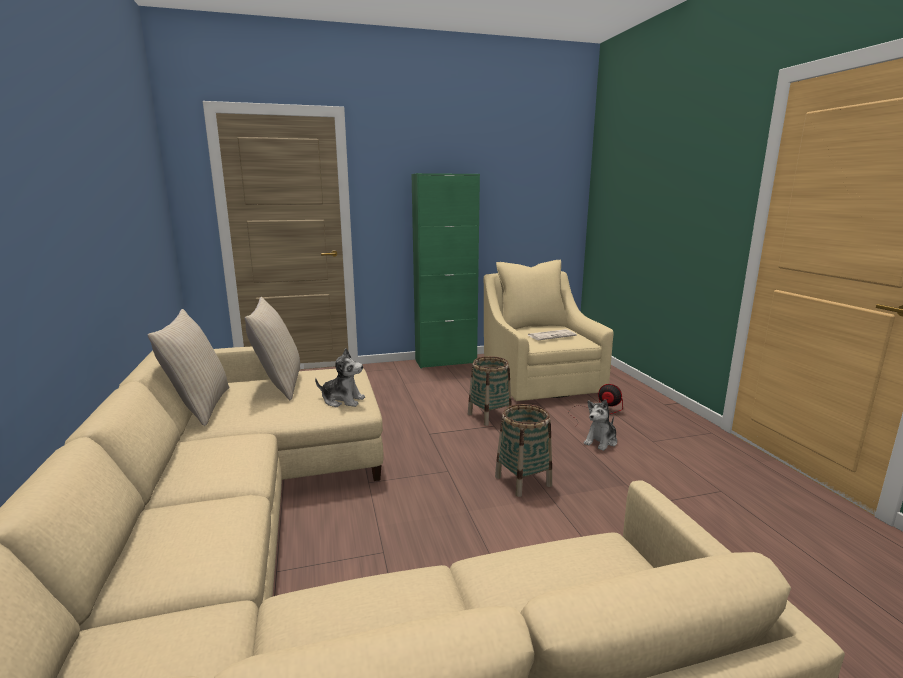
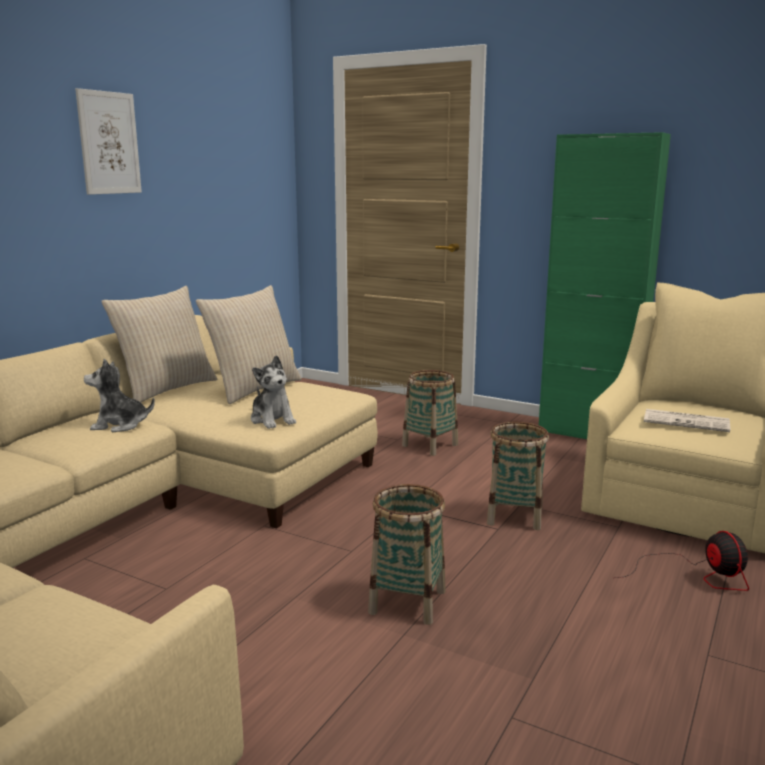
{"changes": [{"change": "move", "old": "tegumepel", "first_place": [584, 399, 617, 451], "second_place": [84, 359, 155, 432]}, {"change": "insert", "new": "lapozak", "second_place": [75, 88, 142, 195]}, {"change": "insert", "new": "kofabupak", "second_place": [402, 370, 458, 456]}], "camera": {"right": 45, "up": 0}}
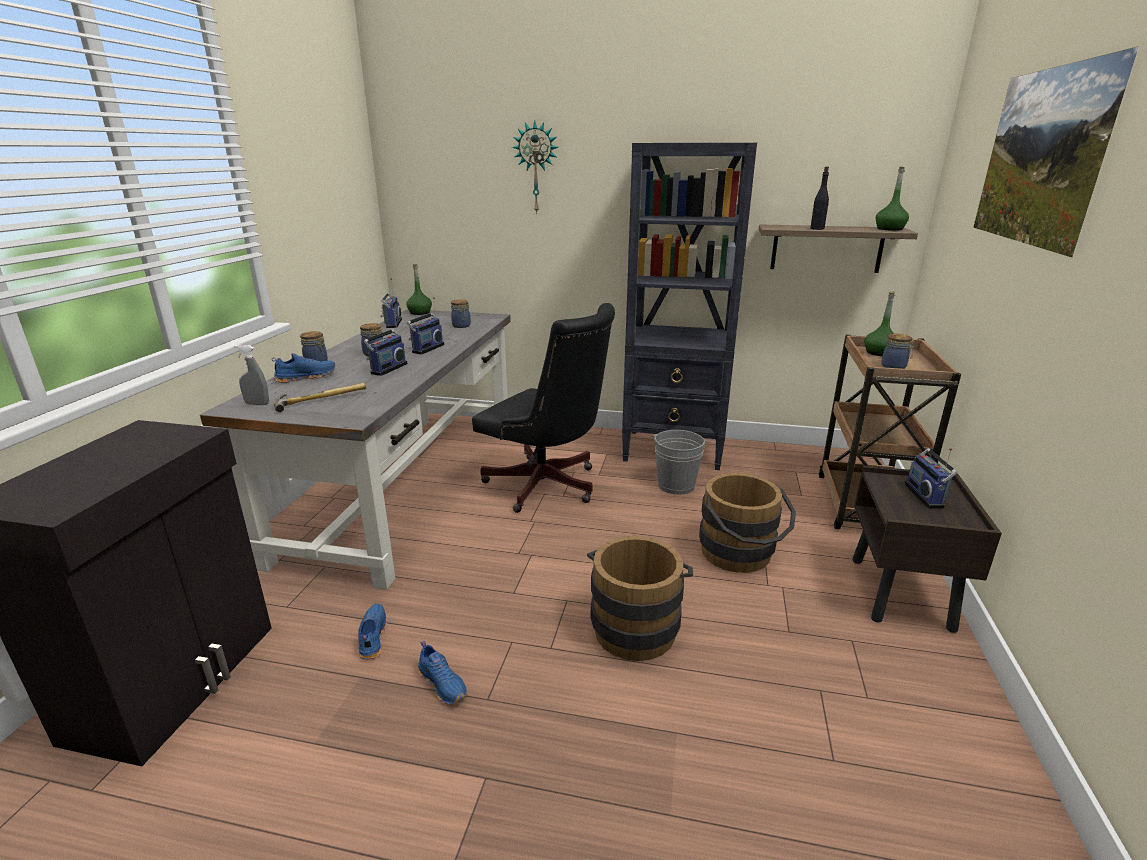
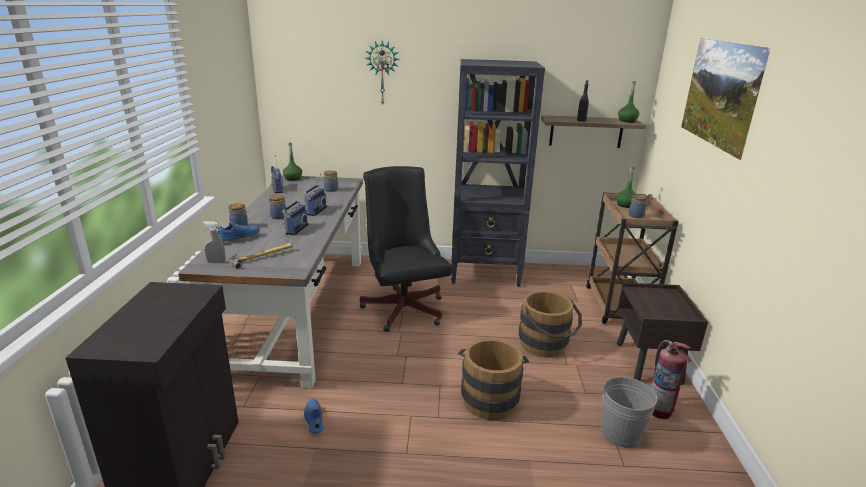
{"changes": [{"change": "rotate", "old": "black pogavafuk", "first_place": [472, 303, 615, 513], "second_place": [360, 166, 452, 332], "degrees": -135}, {"change": "move", "old": "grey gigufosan", "first_place": [651, 430, 709, 495], "second_place": [601, 377, 661, 448]}, {"change": "delete", "old": "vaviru", "first_place": [905, 448, 957, 508]}, {"change": "delete", "old": "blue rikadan", "first_place": [418, 641, 467, 705]}, {"change": "insert", "new": "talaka", "second_place": [652, 340, 691, 419]}], "camera": {"right": -10, "up": 0}}
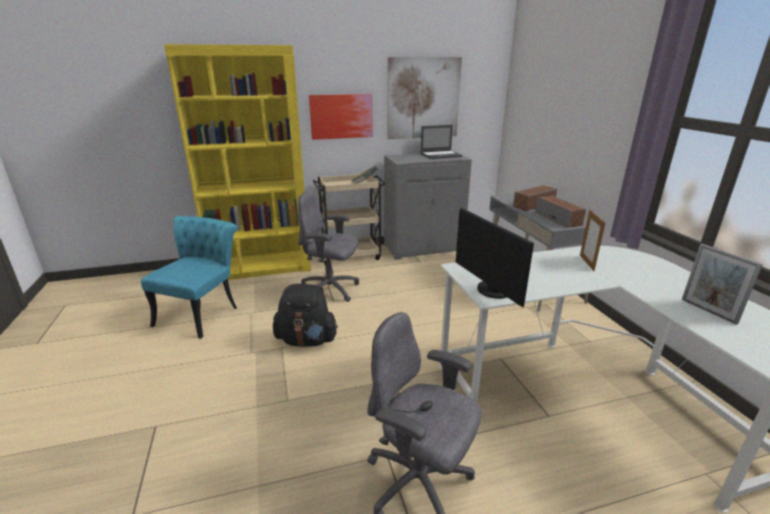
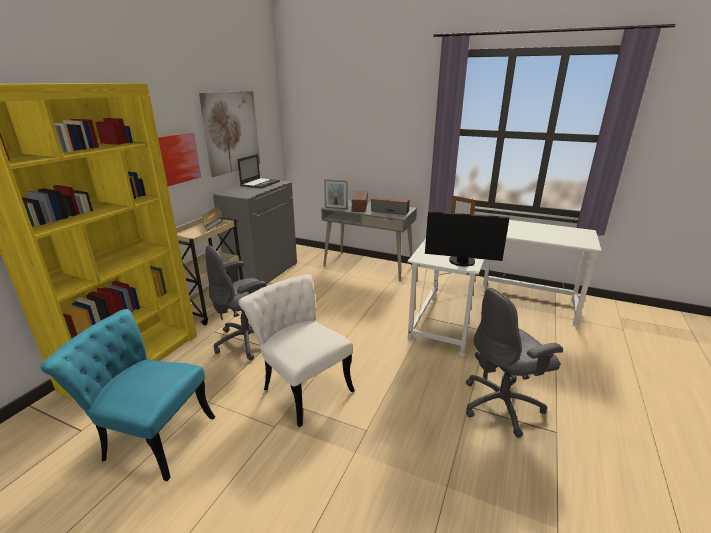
{"changes": [{"change": "rotate", "old": "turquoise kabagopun", "first_place": [141, 216, 238, 339], "second_place": [40, 309, 215, 481], "degrees": -45}, {"change": "move", "old": "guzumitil", "first_place": [682, 244, 763, 325], "second_place": [324, 179, 348, 209]}, {"change": "replace", "old": "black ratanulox", "new": "white kabagopun", "first_place": [273, 284, 338, 347], "second_place": [238, 274, 355, 427]}], "camera": {"right": -50, "up": 0}}
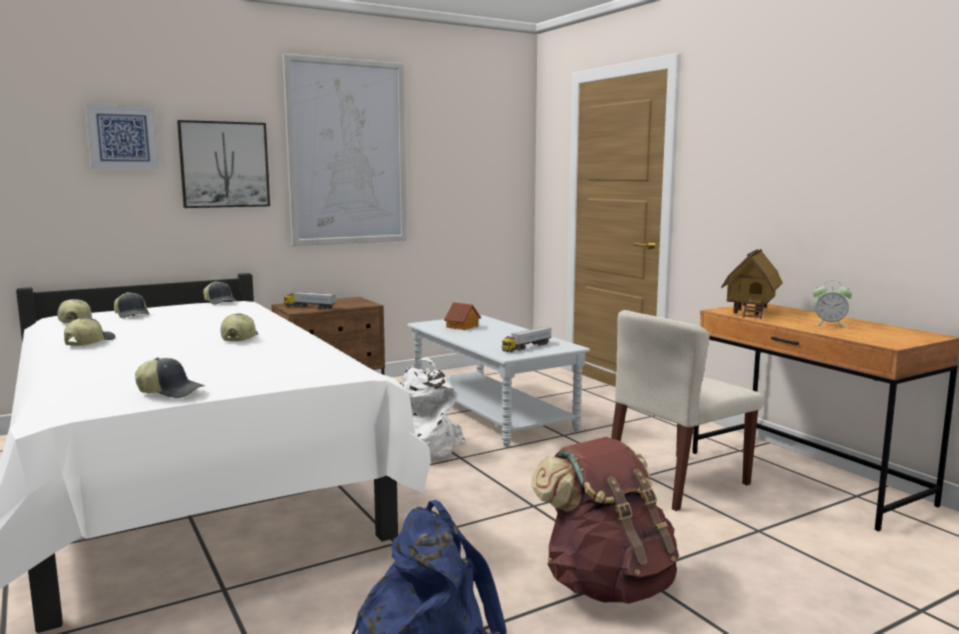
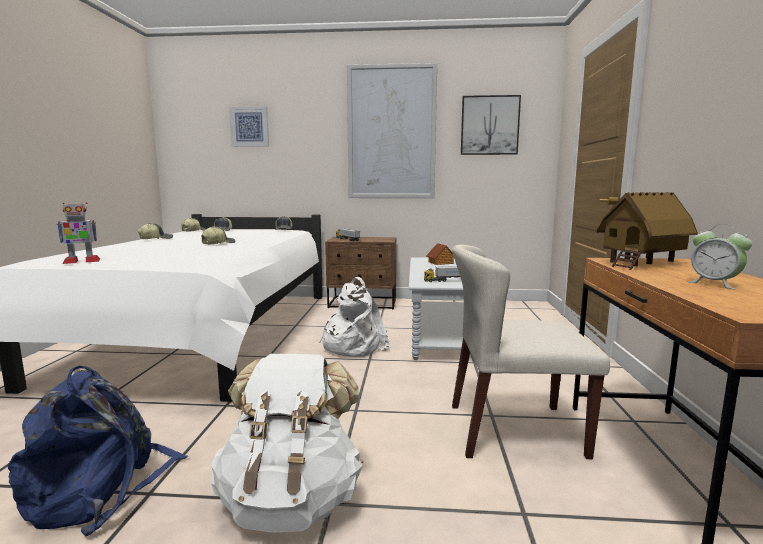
{"changes": [{"change": "move", "old": "lapozak", "first_place": [177, 120, 270, 208], "second_place": [461, 95, 521, 155]}, {"change": "replace", "old": "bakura", "new": "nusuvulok", "first_place": [135, 358, 205, 398], "second_place": [57, 202, 100, 264]}, {"change": "recolor", "old": "brown ratanulox", "new": "white ratanulox", "first_place": [532, 437, 679, 604], "second_place": [211, 354, 363, 533]}], "camera": {"right": 35, "up": 0}}
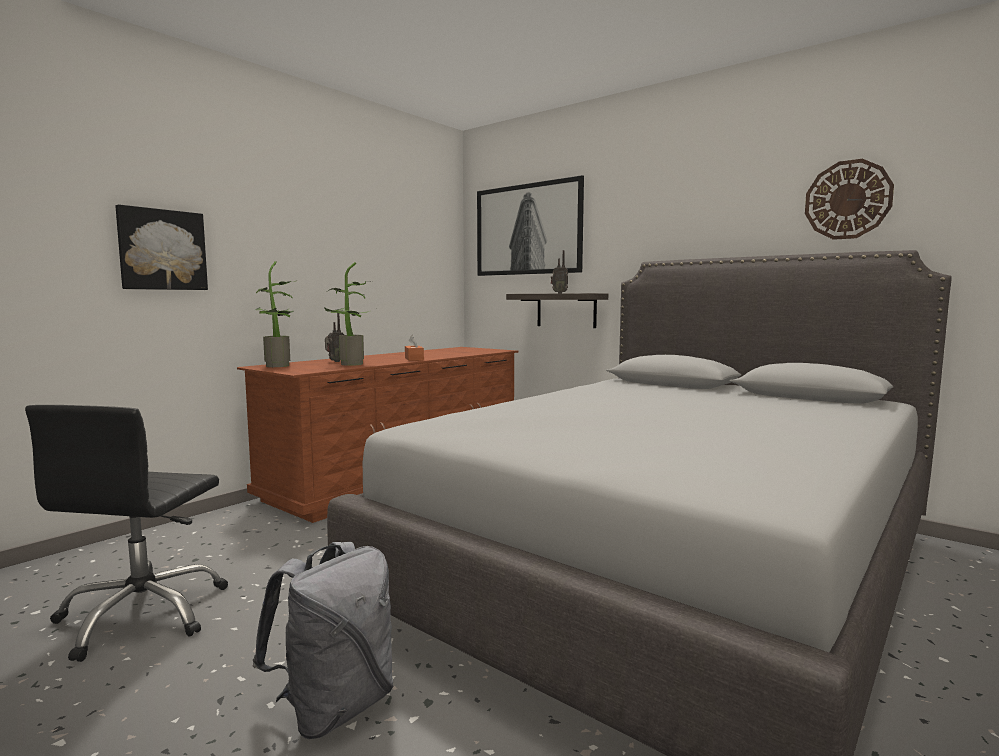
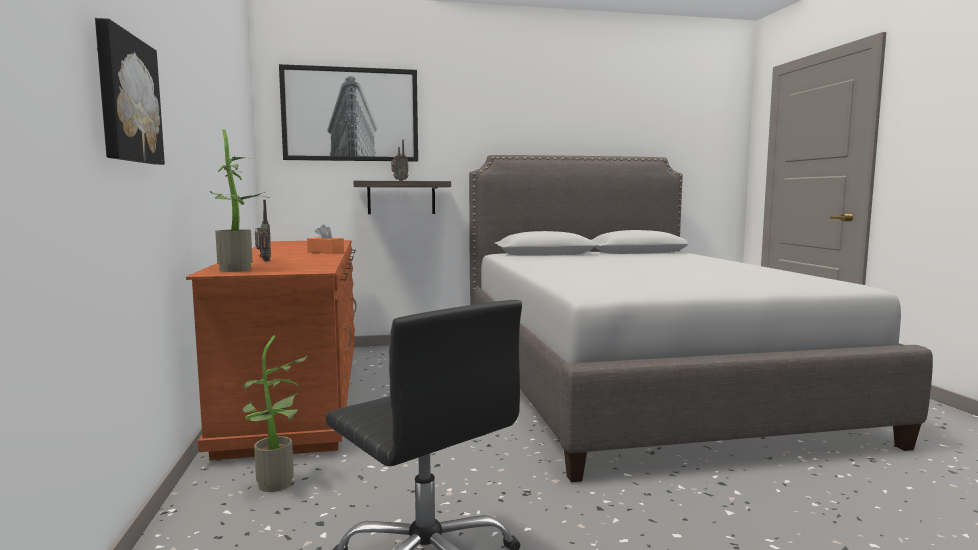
{"changes": [{"change": "delete", "old": "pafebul", "first_place": [805, 159, 894, 240]}, {"change": "move", "old": "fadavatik", "first_place": [325, 262, 371, 366], "second_place": [242, 335, 307, 492]}, {"change": "delete", "old": "grey ratanulox", "first_place": [253, 542, 394, 739]}], "camera": {"right": -50, "up": 0}}
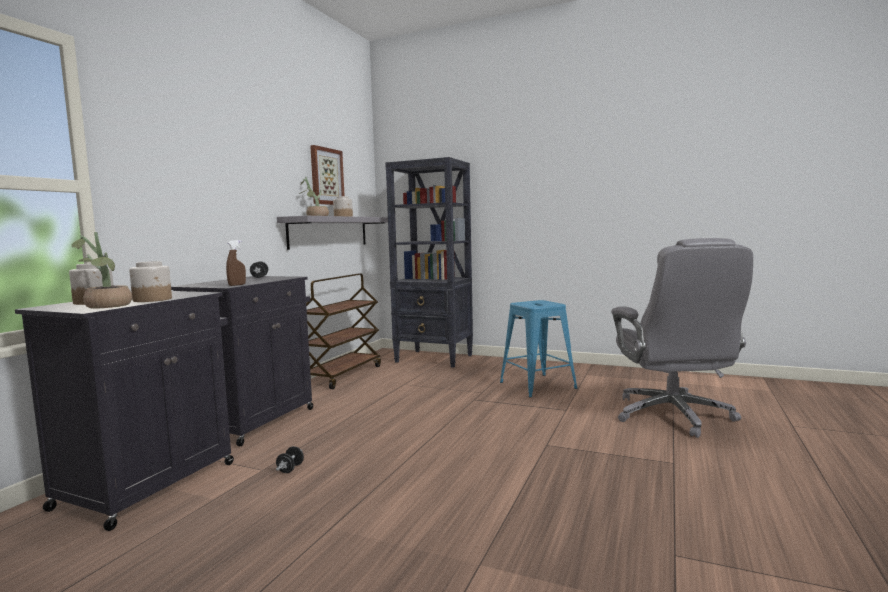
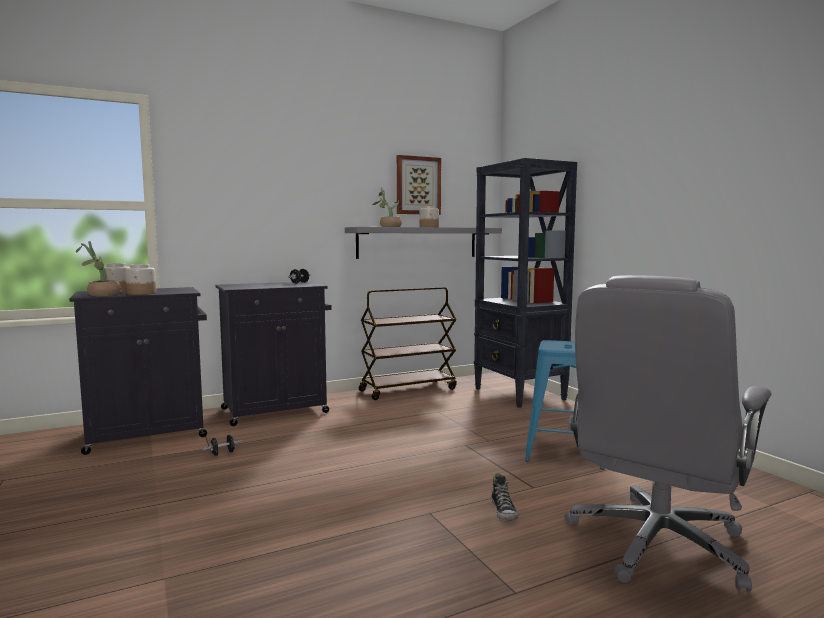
{"changes": [{"change": "delete", "old": "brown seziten", "first_place": [226, 240, 246, 286]}, {"change": "insert", "new": "rikadan", "second_place": [491, 473, 518, 521]}], "camera": {"right": 40, "up": 0}}
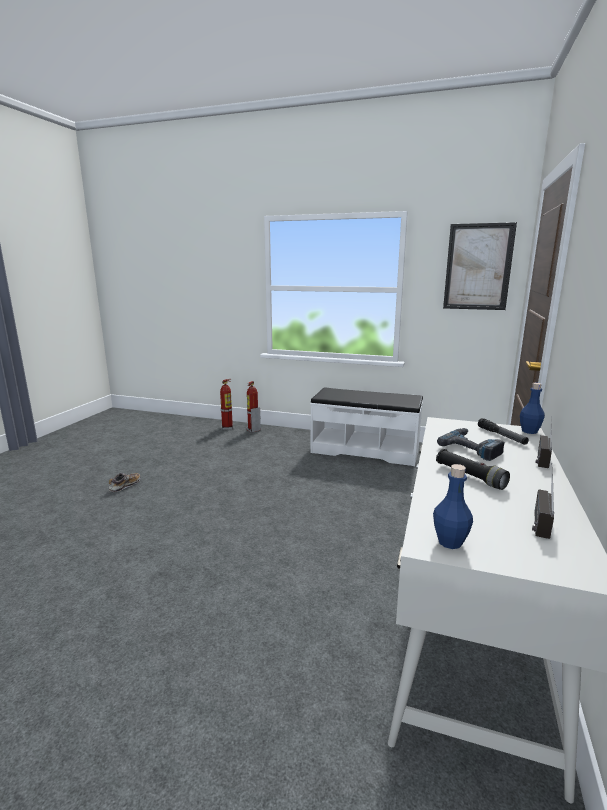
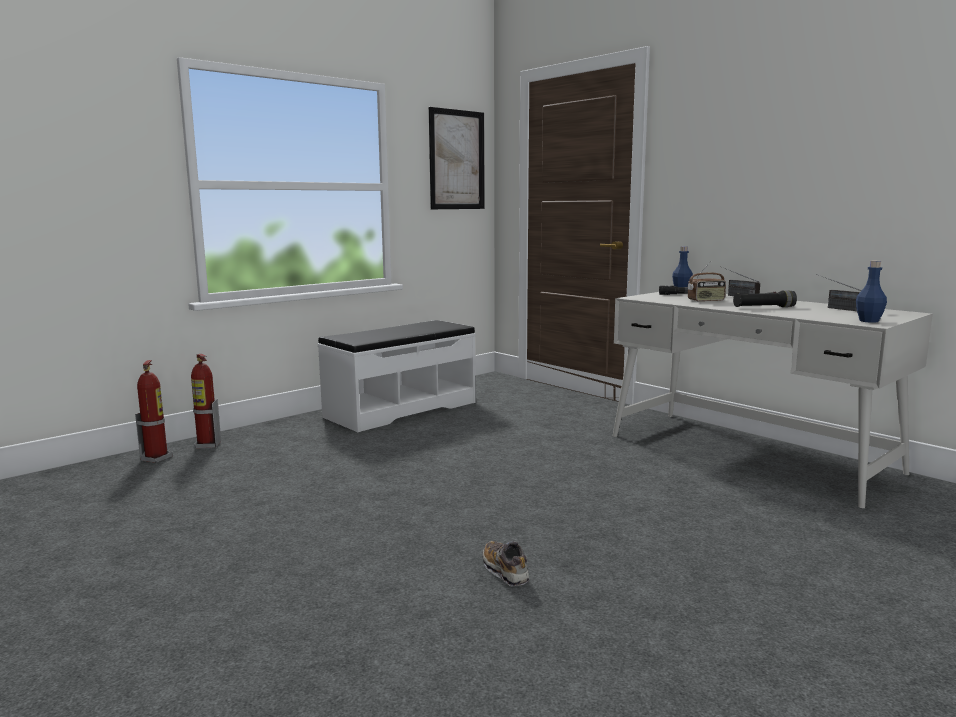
{"changes": [{"change": "replace", "old": "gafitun", "new": "vaviru", "first_place": [437, 428, 505, 461], "second_place": [688, 261, 726, 302]}, {"change": "move", "old": "rikadan", "first_place": [109, 473, 141, 492], "second_place": [482, 541, 529, 587]}], "camera": {"right": -60, "up": -5}}
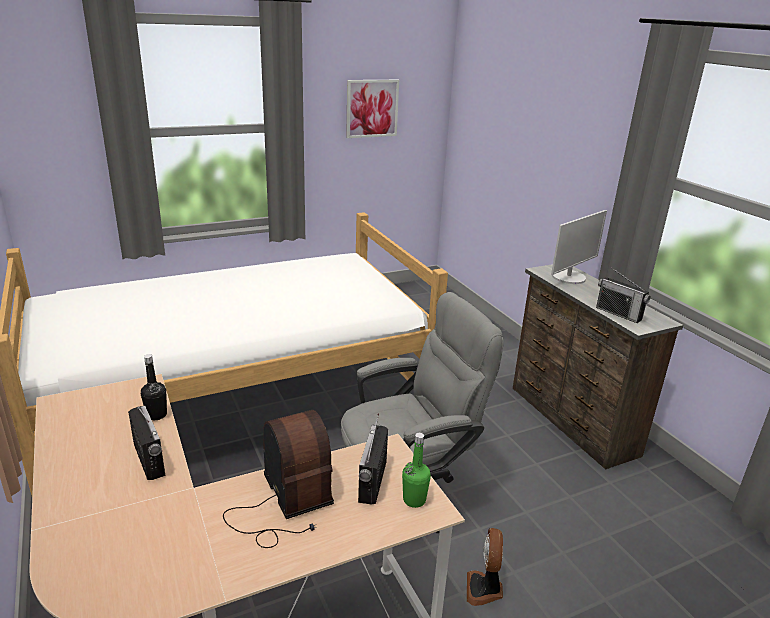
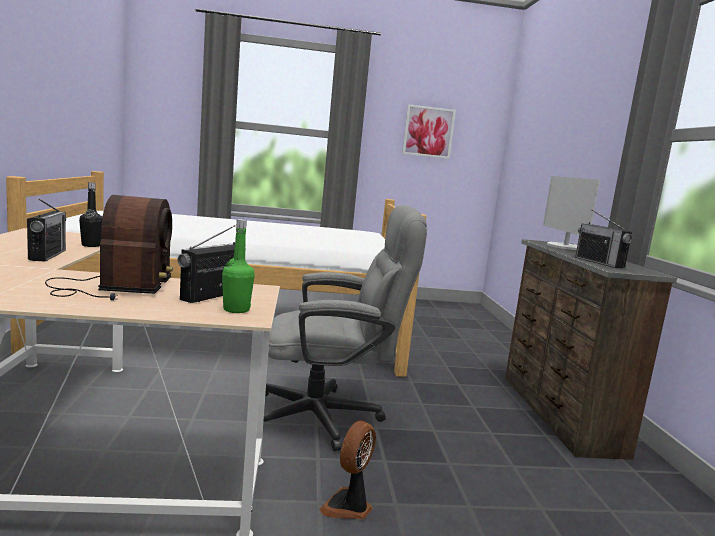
{"changes": [{"change": "rotate", "old": "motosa", "first_place": [551, 210, 607, 284], "second_place": [543, 176, 600, 250], "degrees": 105}], "camera": {"right": 20, "up": -15}}
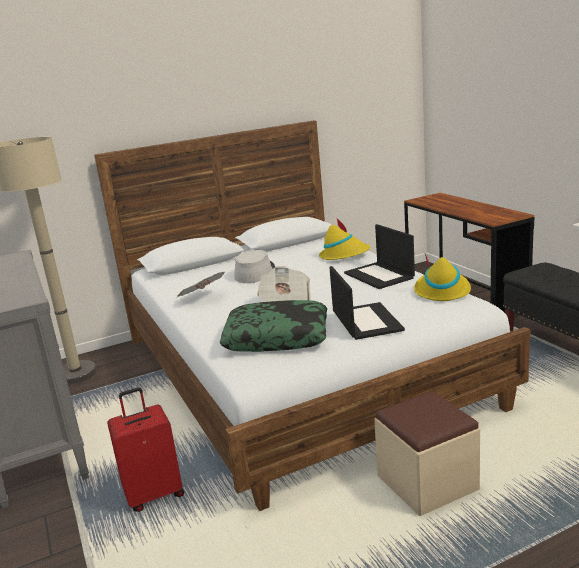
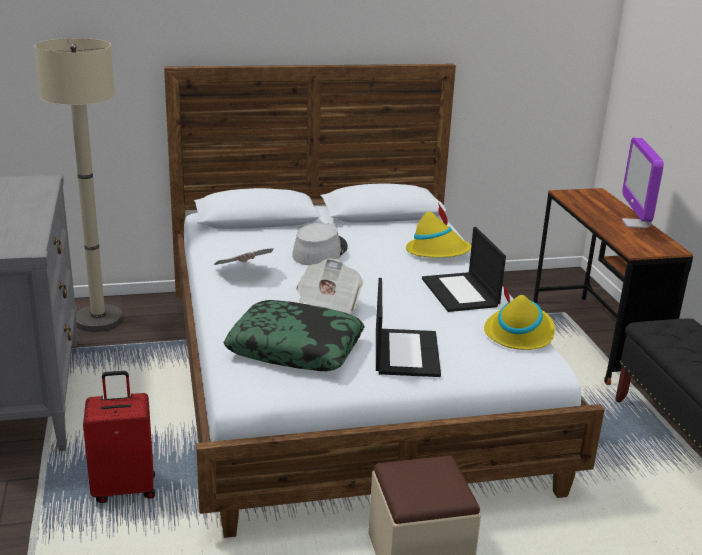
{"changes": [{"change": "insert", "new": "motosa", "second_place": [622, 138, 664, 228]}], "camera": {"right": 10, "up": 5}}
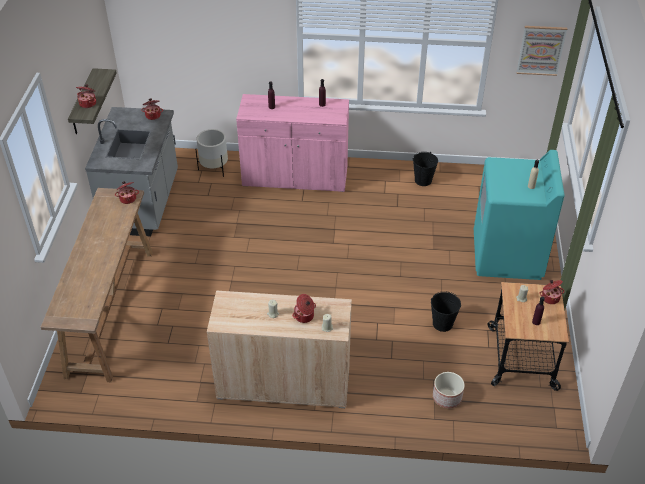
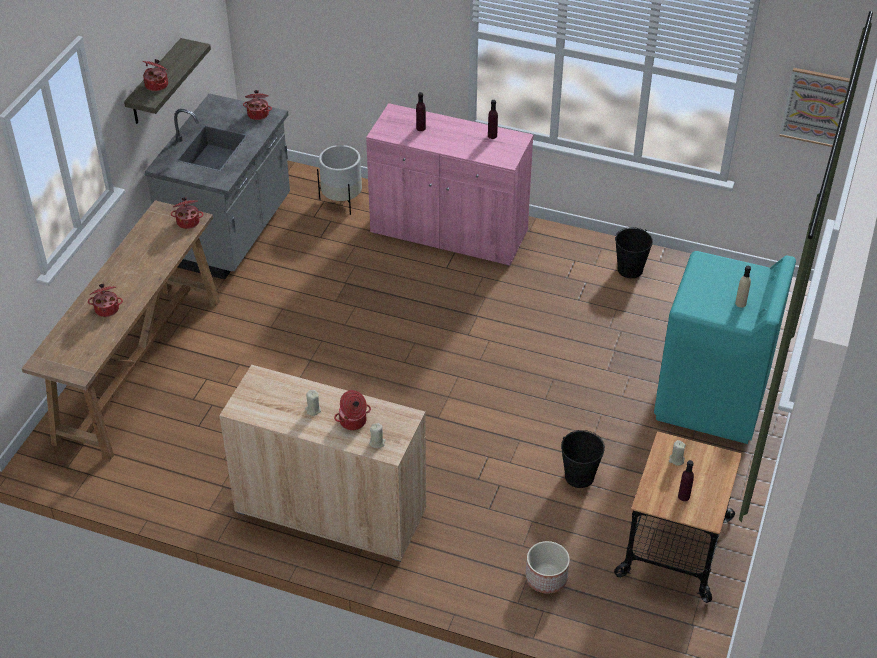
{"changes": [{"change": "move", "old": "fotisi", "first_place": [539, 280, 565, 304], "second_place": [88, 284, 123, 317]}], "camera": {"right": 15, "up": 0}}
